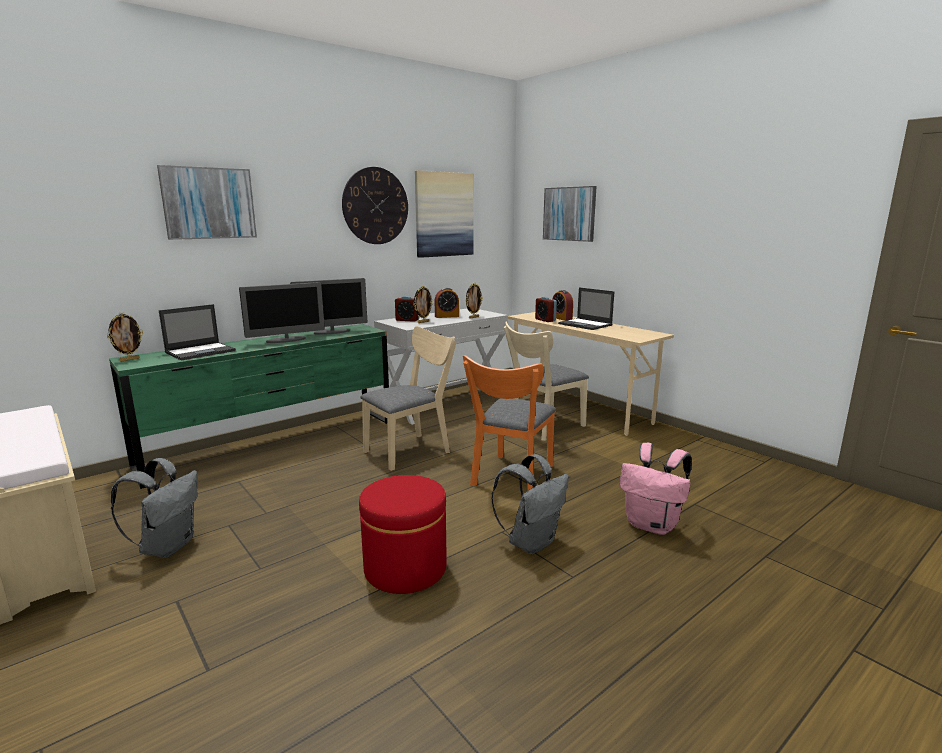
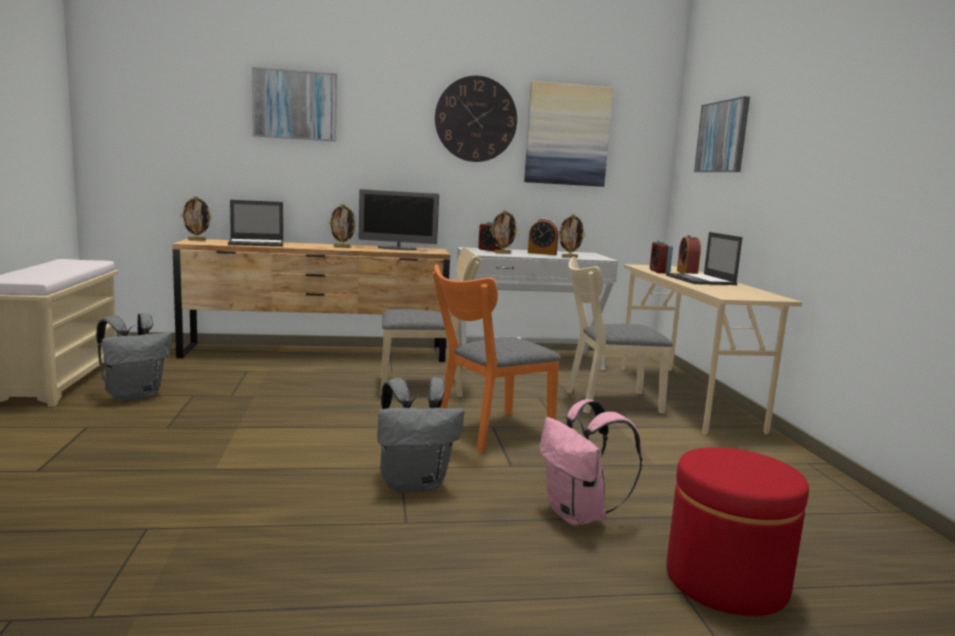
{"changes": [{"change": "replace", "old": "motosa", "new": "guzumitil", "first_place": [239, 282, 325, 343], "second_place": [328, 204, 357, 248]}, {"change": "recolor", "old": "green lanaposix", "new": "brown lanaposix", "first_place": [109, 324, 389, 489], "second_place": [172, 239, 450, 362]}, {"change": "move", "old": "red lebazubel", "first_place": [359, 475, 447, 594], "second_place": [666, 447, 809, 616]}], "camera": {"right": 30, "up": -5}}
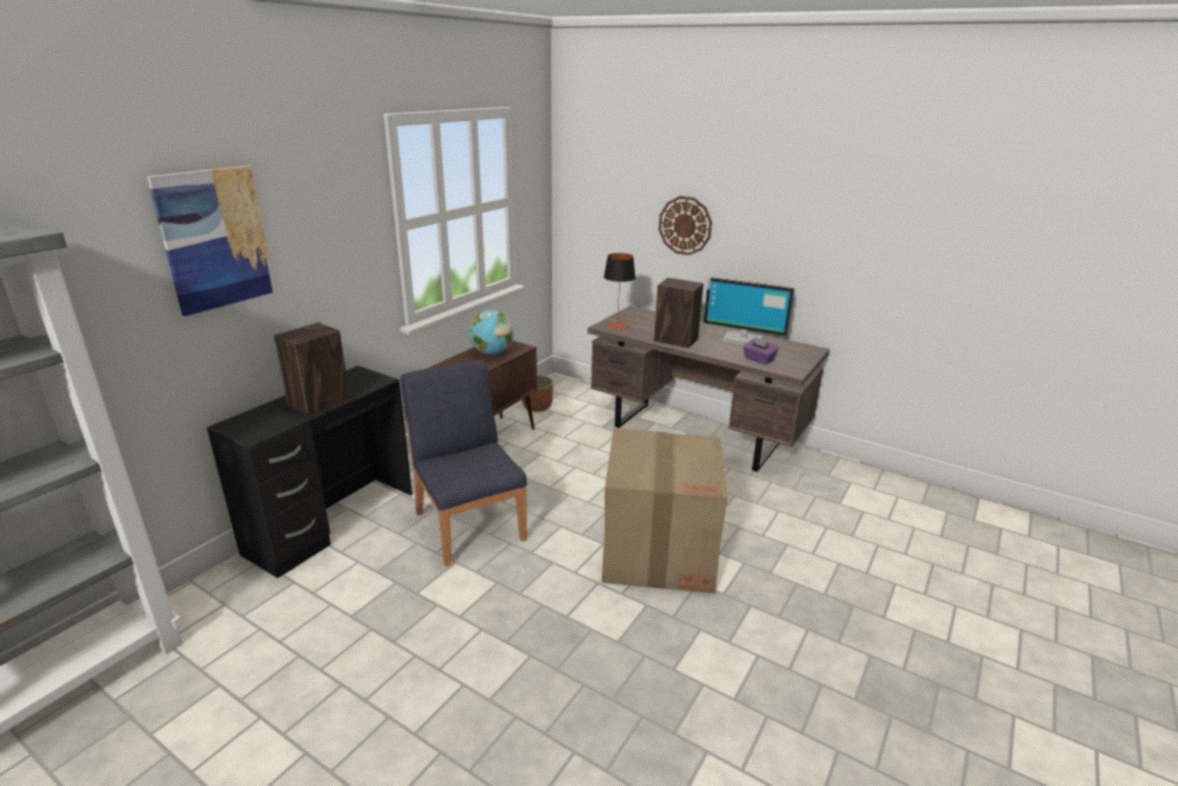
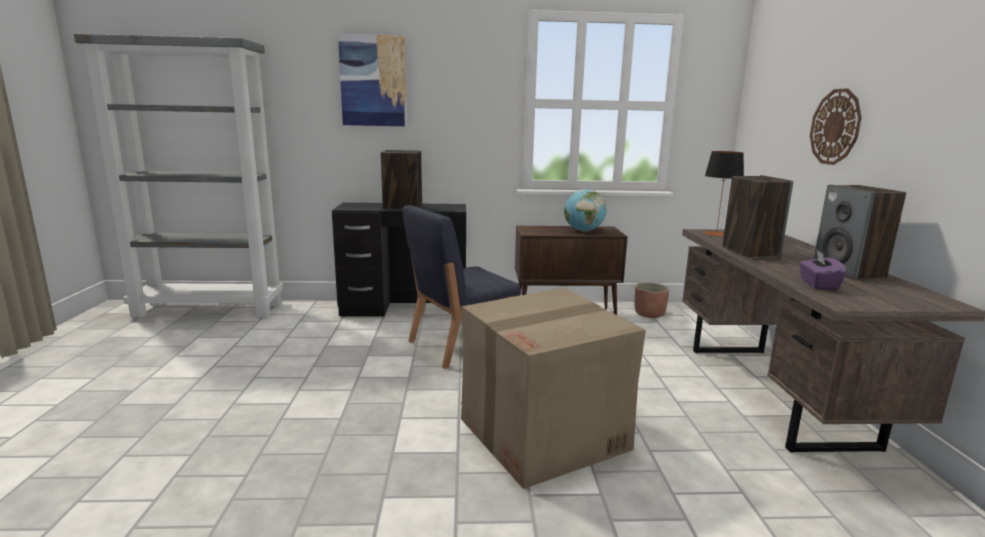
{"changes": [{"change": "replace", "old": "motosa", "new": "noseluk", "first_place": [704, 276, 795, 345], "second_place": [814, 185, 906, 280]}, {"change": "rotate", "old": "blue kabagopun", "first_place": [400, 359, 527, 566], "second_place": [402, 205, 521, 369], "degrees": -150}], "camera": {"right": 55, "up": -10}}
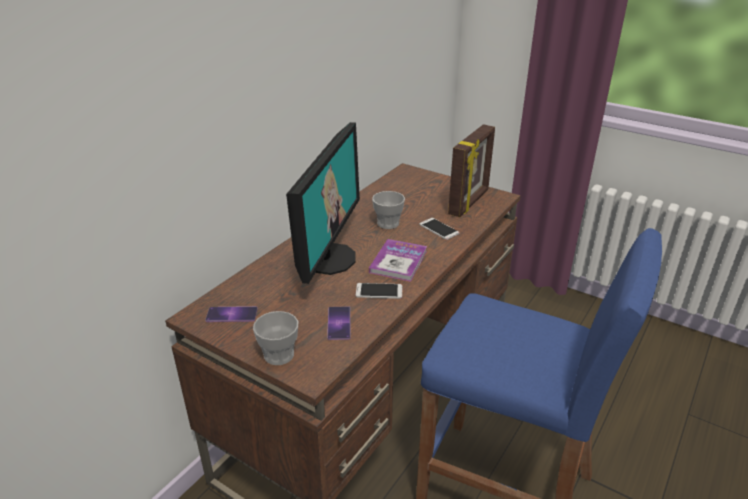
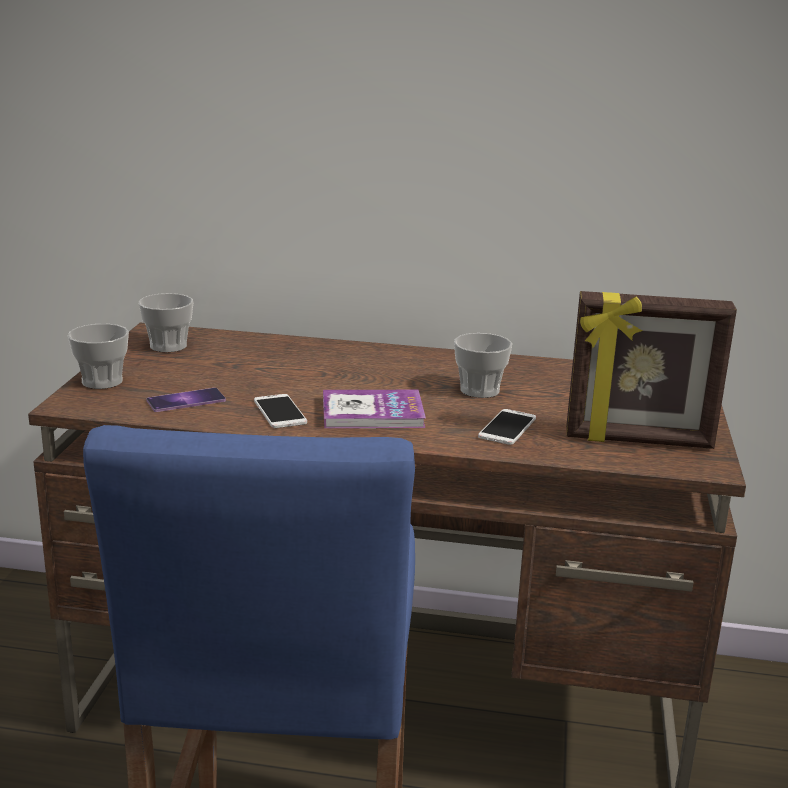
{"changes": [{"change": "delete", "old": "motosa", "first_place": [286, 122, 360, 284]}, {"change": "replace", "old": "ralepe", "new": "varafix", "first_place": [205, 306, 258, 322], "second_place": [139, 293, 193, 352]}], "camera": {"right": 65, "up": -10}}
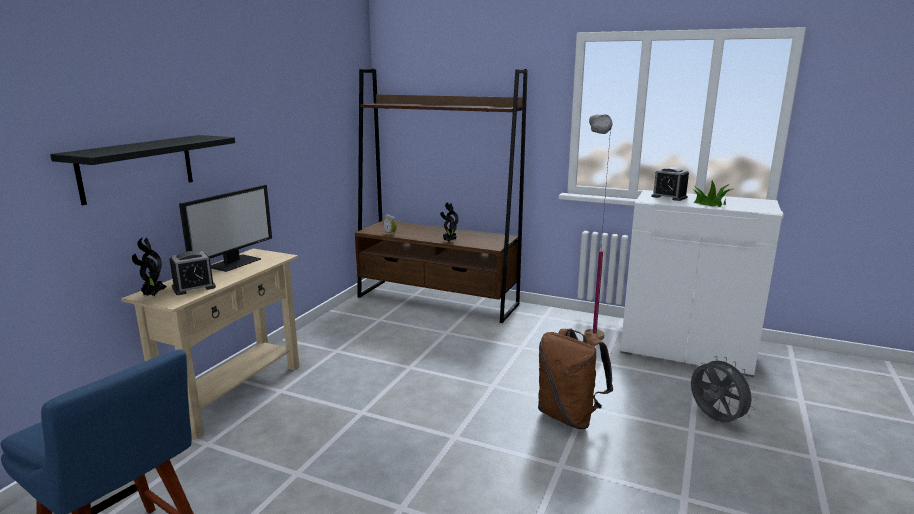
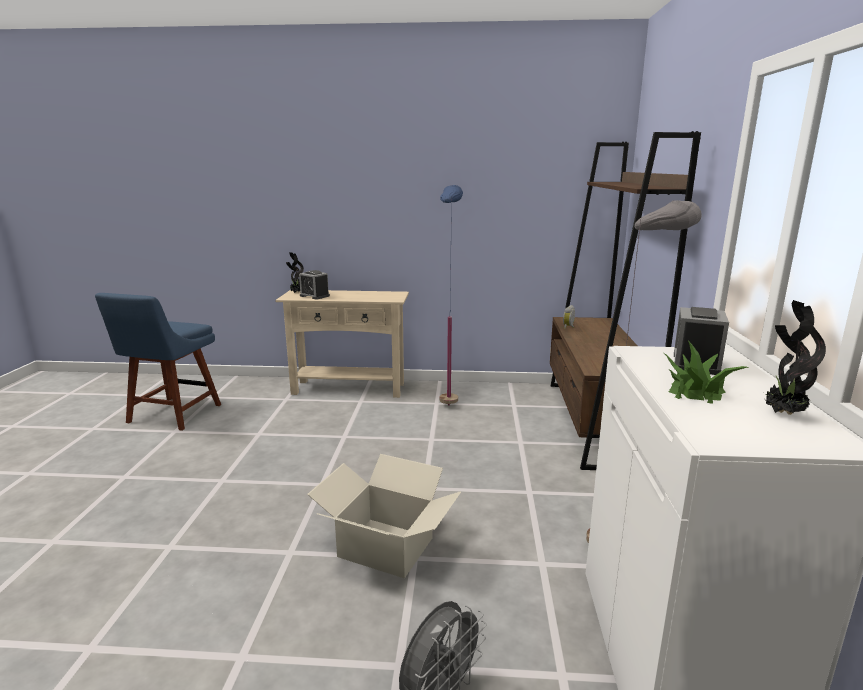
{"changes": [{"change": "delete", "old": "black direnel", "first_place": [50, 135, 235, 205]}, {"change": "delete", "old": "motosa", "first_place": [179, 185, 272, 272]}, {"change": "move", "old": "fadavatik", "first_place": [440, 203, 459, 242], "second_place": [764, 300, 826, 415]}, {"change": "replace", "old": "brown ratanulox", "new": "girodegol", "first_place": [538, 328, 613, 429], "second_place": [307, 454, 461, 578]}, {"change": "insert", "new": "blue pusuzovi", "second_place": [439, 185, 463, 406]}], "camera": {"right": 70, "up": 0}}
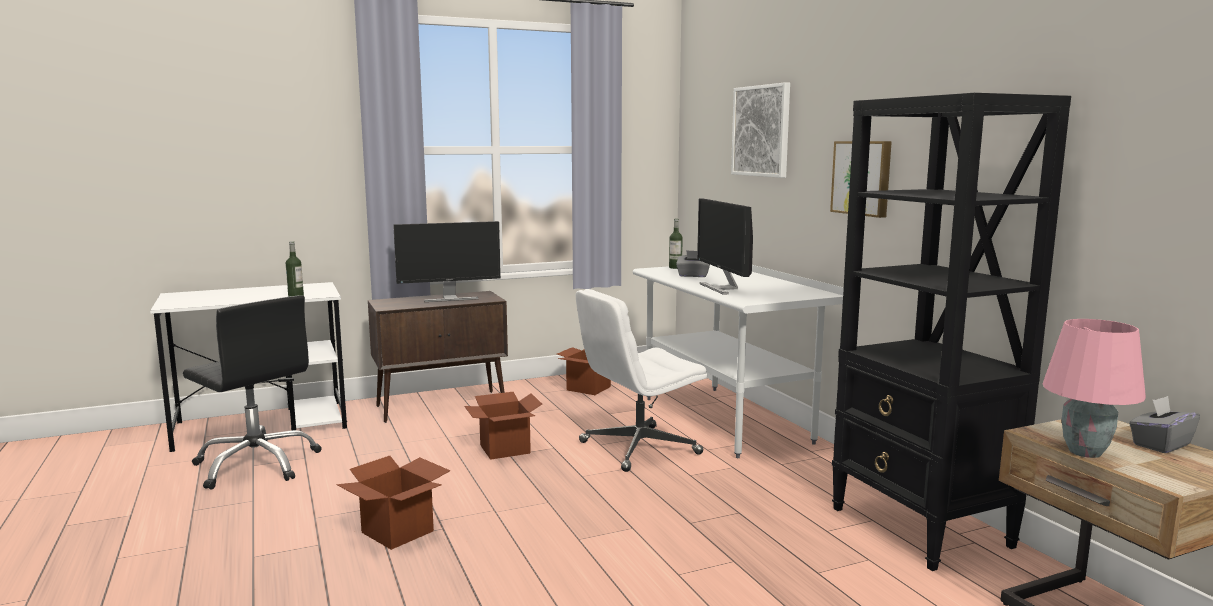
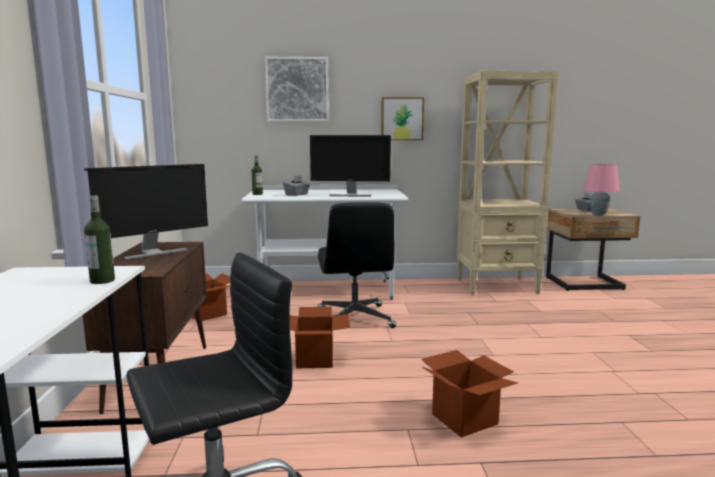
{"changes": [{"change": "recolor", "old": "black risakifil", "new": "beige risakifil", "first_place": [832, 93, 1071, 571], "second_place": [457, 71, 559, 295]}, {"change": "rotate", "old": "motosa", "first_place": [393, 221, 501, 302], "second_place": [84, 164, 208, 260], "degrees": 45}, {"change": "recolor", "old": "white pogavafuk", "new": "black pogavafuk", "first_place": [576, 289, 707, 472], "second_place": [318, 202, 396, 328]}], "camera": {"right": -70, "up": 0}}
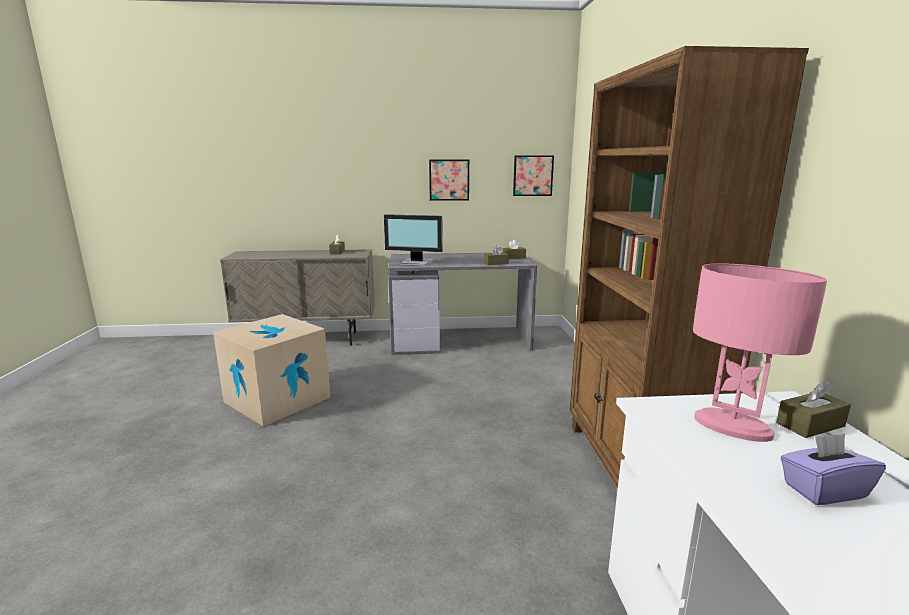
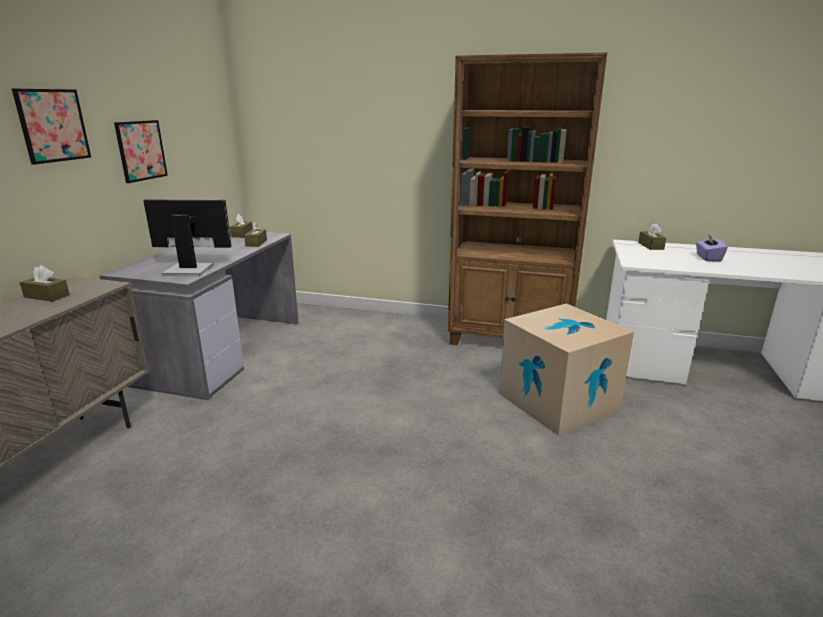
{"changes": [{"change": "move", "old": "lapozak", "first_place": [513, 155, 554, 196], "second_place": [12, 89, 91, 165]}, {"change": "rotate", "old": "motosa", "first_place": [384, 214, 443, 266], "second_place": [143, 199, 232, 276], "degrees": -120}, {"change": "delete", "old": "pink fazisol", "first_place": [693, 263, 827, 442]}, {"change": "move", "old": "girodegol", "first_place": [213, 314, 330, 427], "second_place": [499, 303, 634, 436]}], "camera": {"right": -70, "up": 5}}
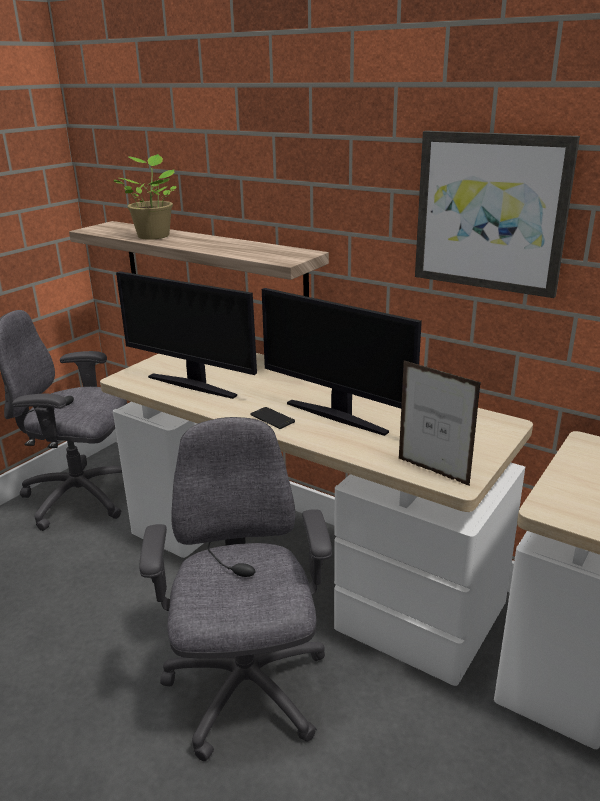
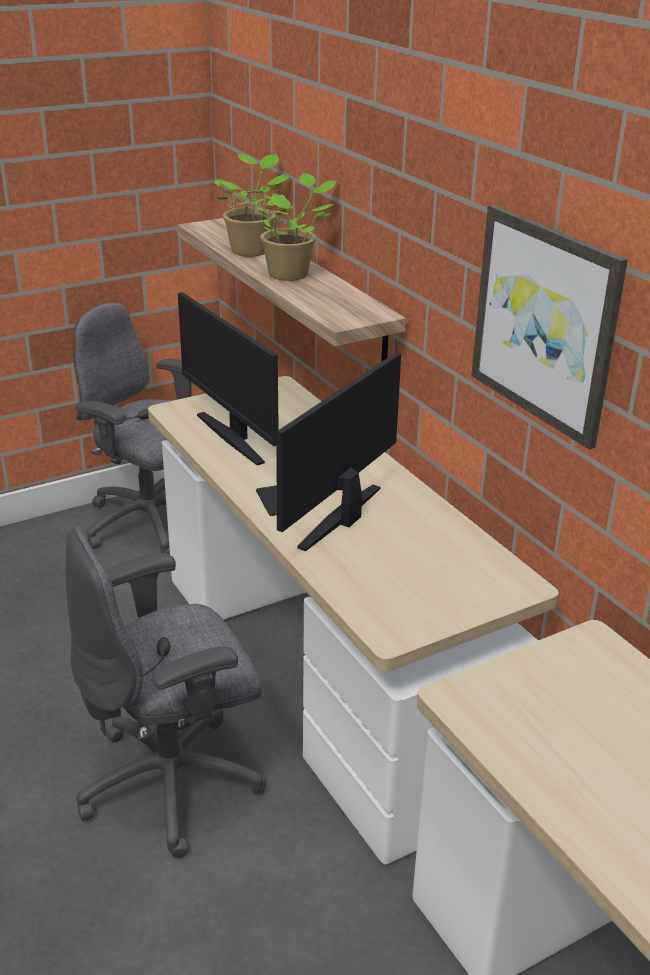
{"changes": [{"change": "rotate", "old": "motosa", "first_place": [262, 288, 422, 436], "second_place": [276, 352, 401, 551], "degrees": 60}, {"change": "delete", "old": "guzumitil", "first_place": [399, 361, 481, 486]}, {"change": "rotate", "old": "grey pogavafuk", "first_place": [140, 417, 332, 761], "second_place": [65, 527, 266, 858], "degrees": -135}, {"change": "insert", "new": "fadavatik", "second_place": [253, 173, 337, 281]}], "camera": {"right": 25, "up": 5}}
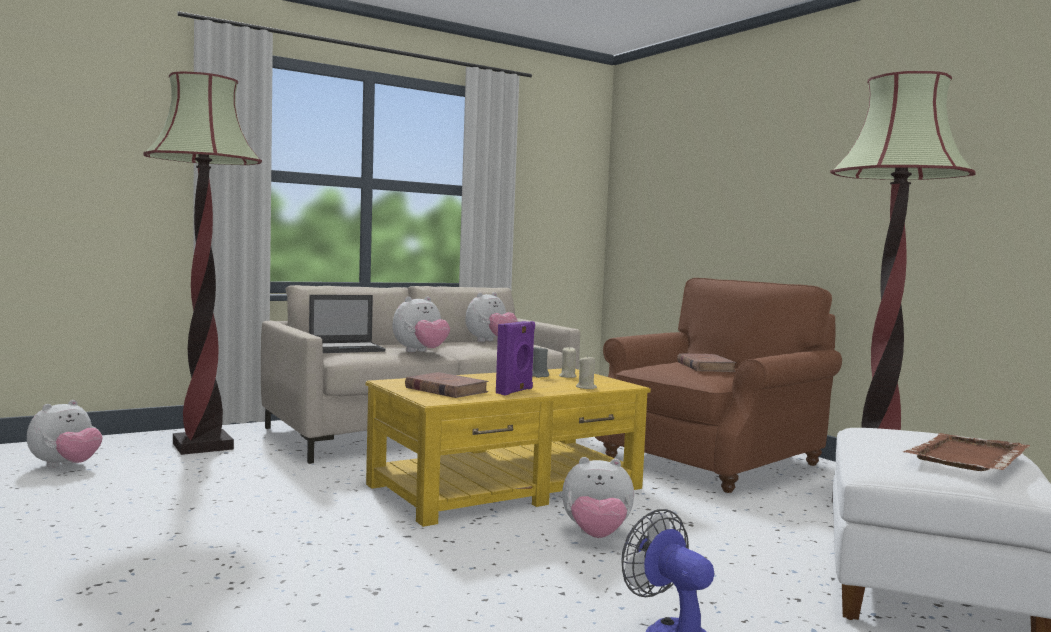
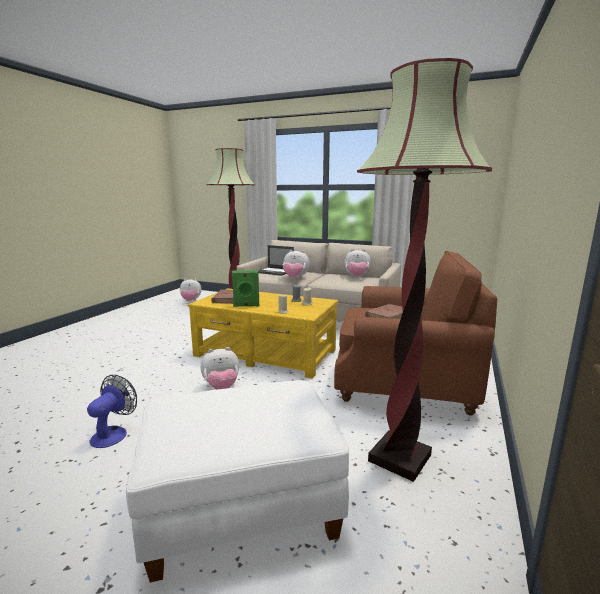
{"changes": [{"change": "recolor", "old": "purple noseluk", "new": "green noseluk", "first_place": [496, 321, 535, 396], "second_place": [232, 270, 260, 307]}, {"change": "delete", "old": "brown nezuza", "first_place": [903, 433, 1030, 471]}, {"change": "rotate", "old": "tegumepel", "first_place": [562, 457, 634, 538], "second_place": [201, 347, 239, 390], "degrees": -75}], "camera": {"right": 55, "up": 10}}
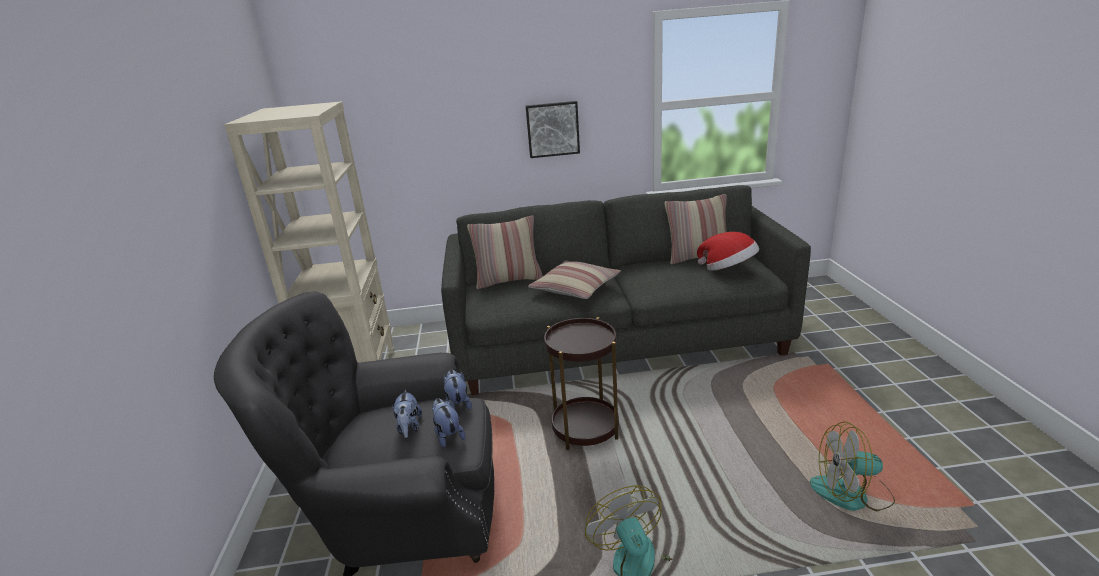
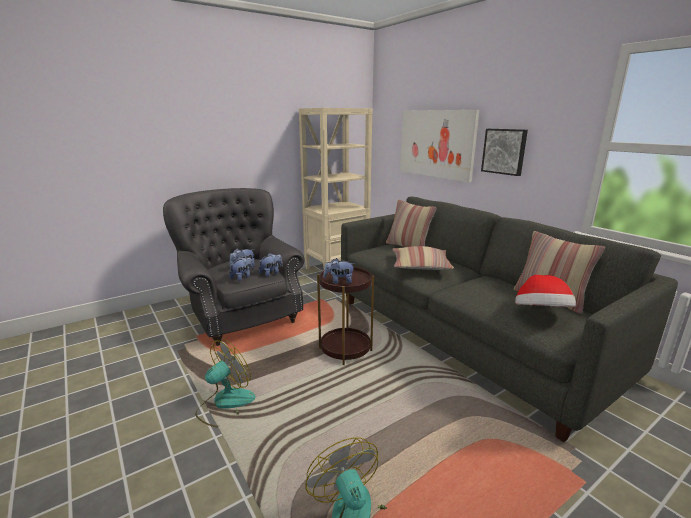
{"changes": [{"change": "insert", "new": "lapozak", "second_place": [400, 110, 479, 182]}, {"change": "insert", "new": "tegumepel", "second_place": [323, 258, 355, 284]}], "camera": {"right": 60, "up": -5}}
